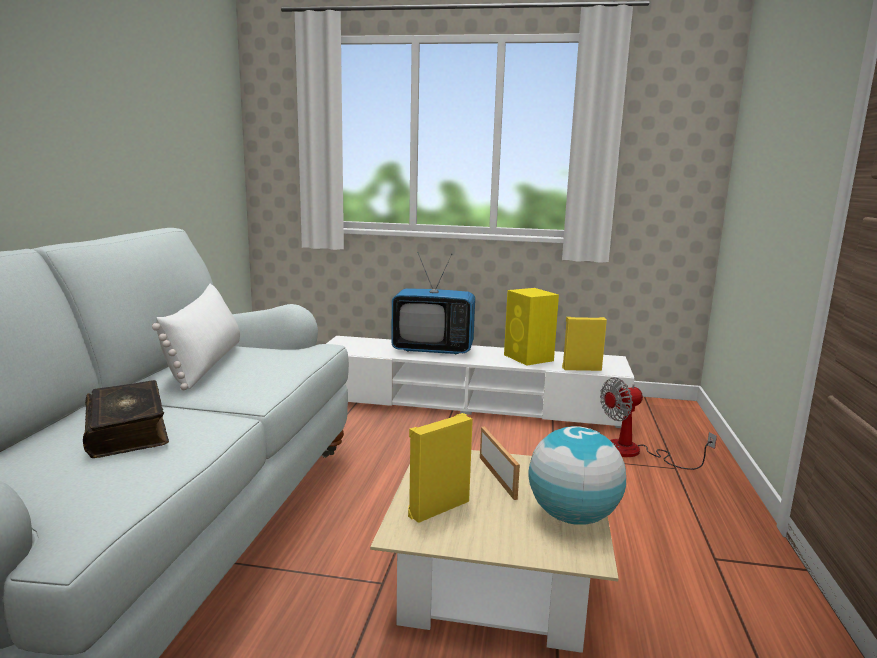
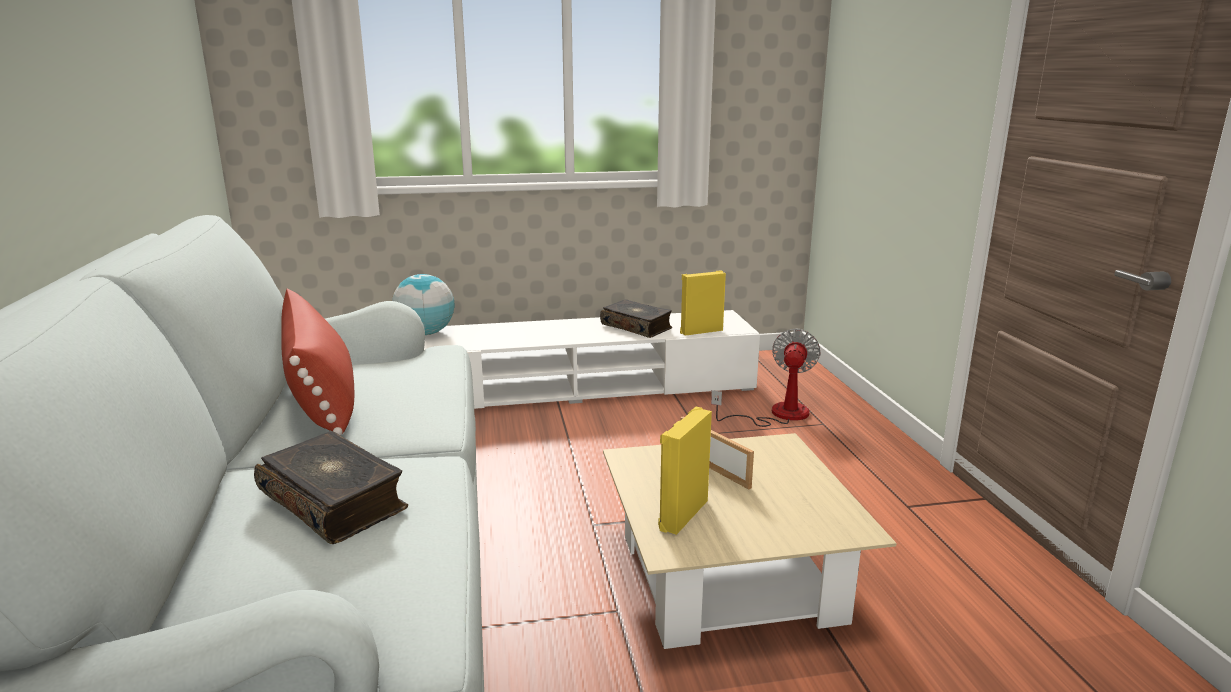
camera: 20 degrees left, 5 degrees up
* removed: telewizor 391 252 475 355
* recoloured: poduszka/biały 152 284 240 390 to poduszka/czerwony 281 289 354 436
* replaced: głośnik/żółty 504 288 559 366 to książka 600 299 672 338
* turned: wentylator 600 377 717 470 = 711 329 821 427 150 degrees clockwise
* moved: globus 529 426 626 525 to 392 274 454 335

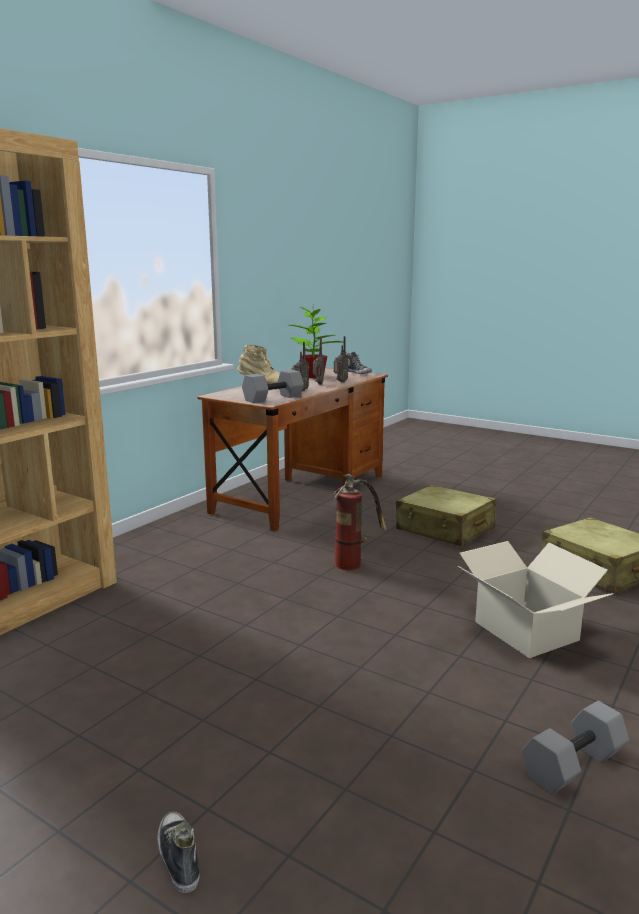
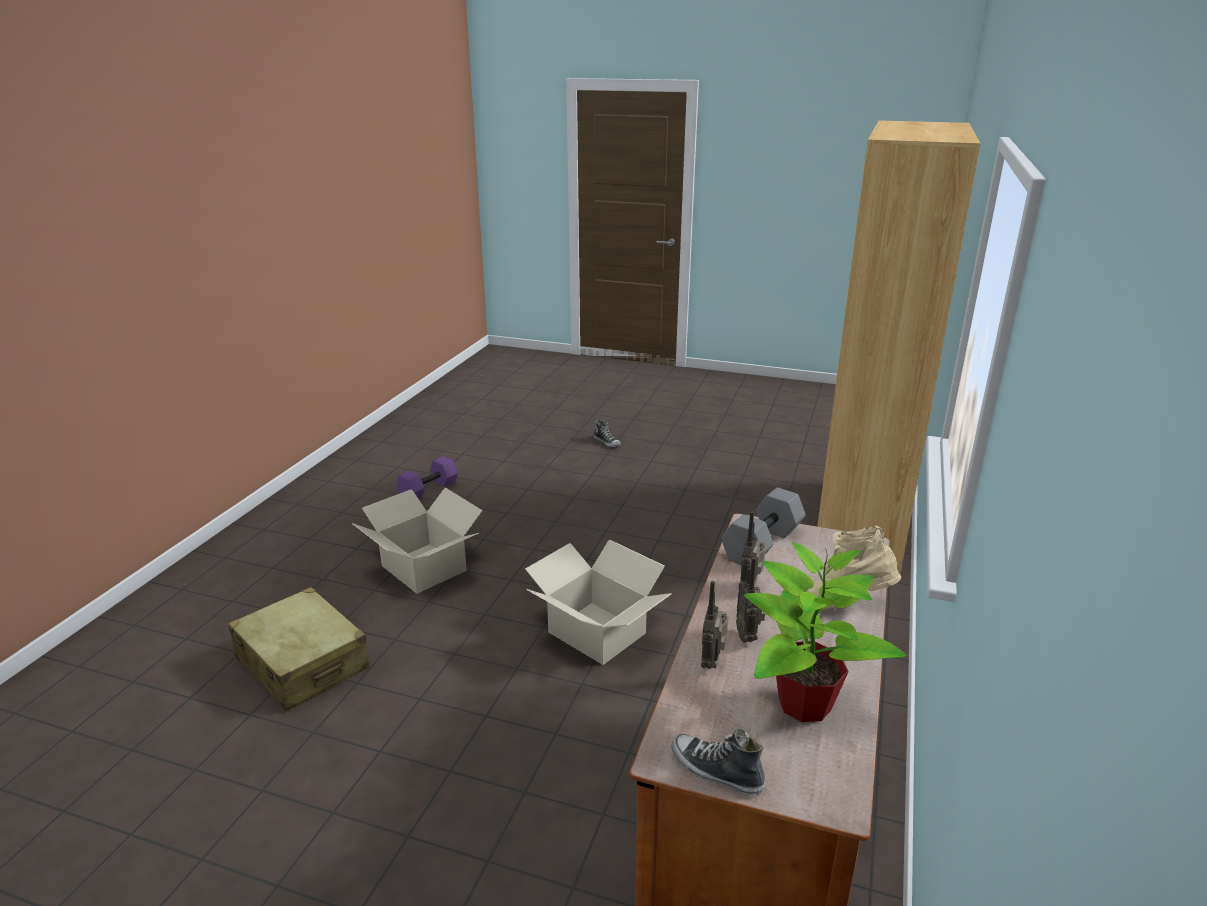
camera: 165 degrees right, 10 degrees up
* replaced: gaśnica 334 474 386 570 to karton 525 539 672 665
* removed: walizka/beżowy 396 485 496 546
* recoloured: hantel/szary 521 701 629 795 to hantel/fioletowy 396 456 458 499

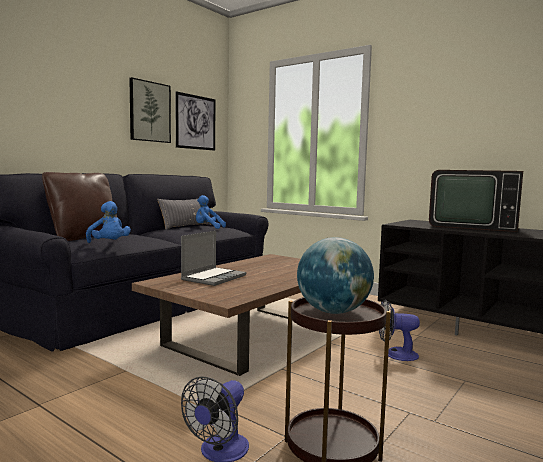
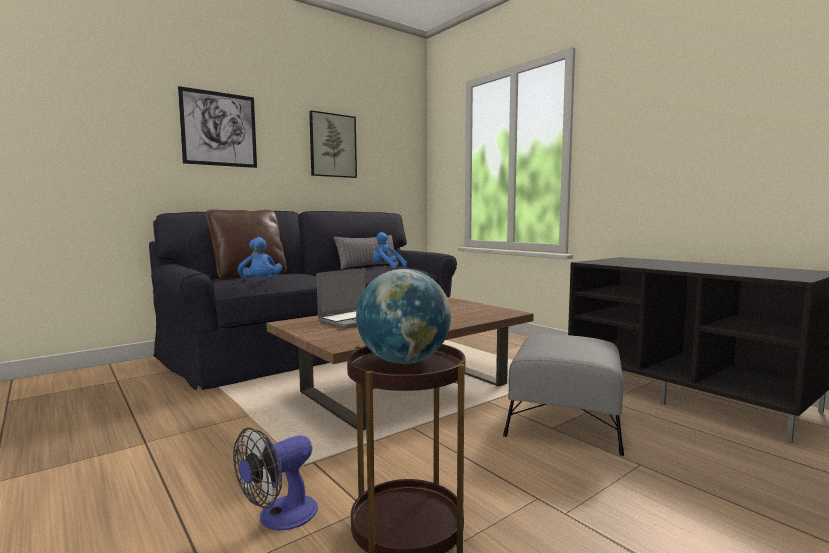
camera: 15 degrees right, 0 degrees up
* moved: obraz 176 91 216 151 to 178 86 257 168
* removed: telewizor 429 170 523 232
* replaced: wentylator 379 300 420 361 to pufa/szary 503 334 624 456

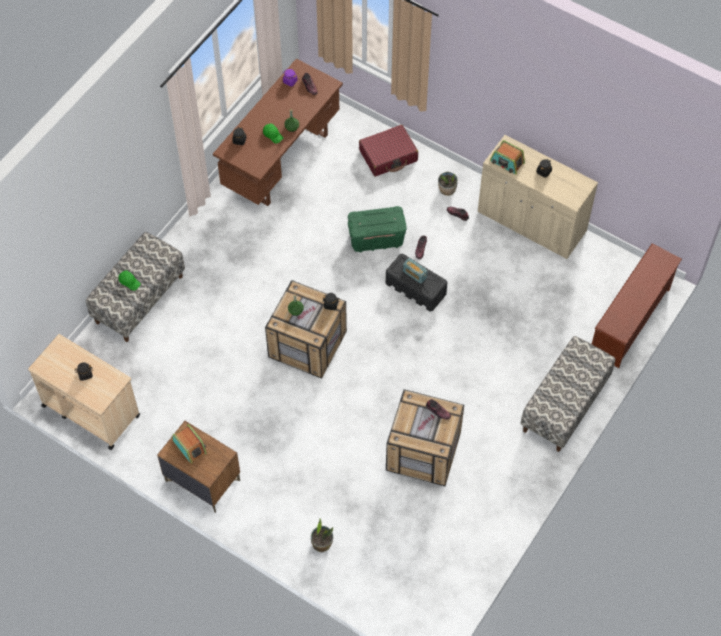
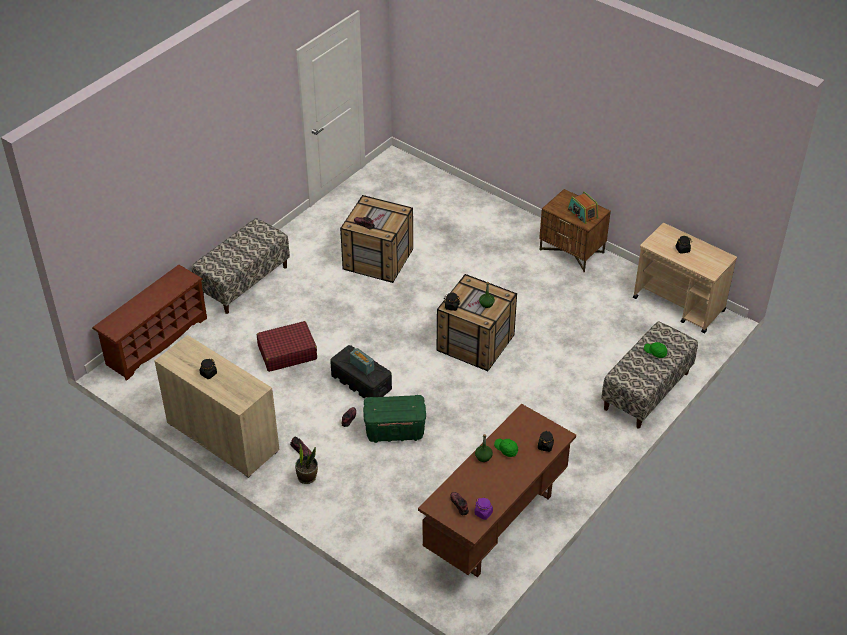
camera: 175 degrees left, 15 degrees down
* moved: walizka/czerwony 359 125 418 177 to 257 321 317 372
* removed: radio 490 140 525 174
* removed: roślina doniczkowa 311 519 333 552

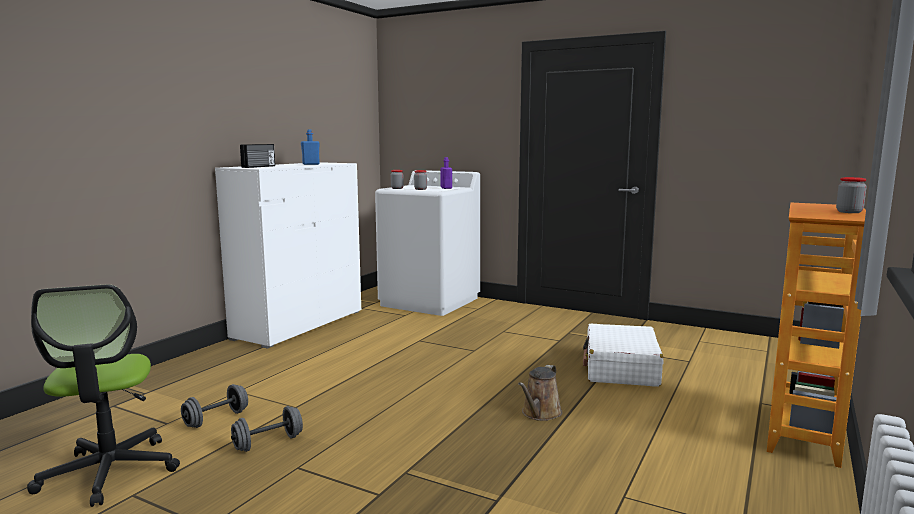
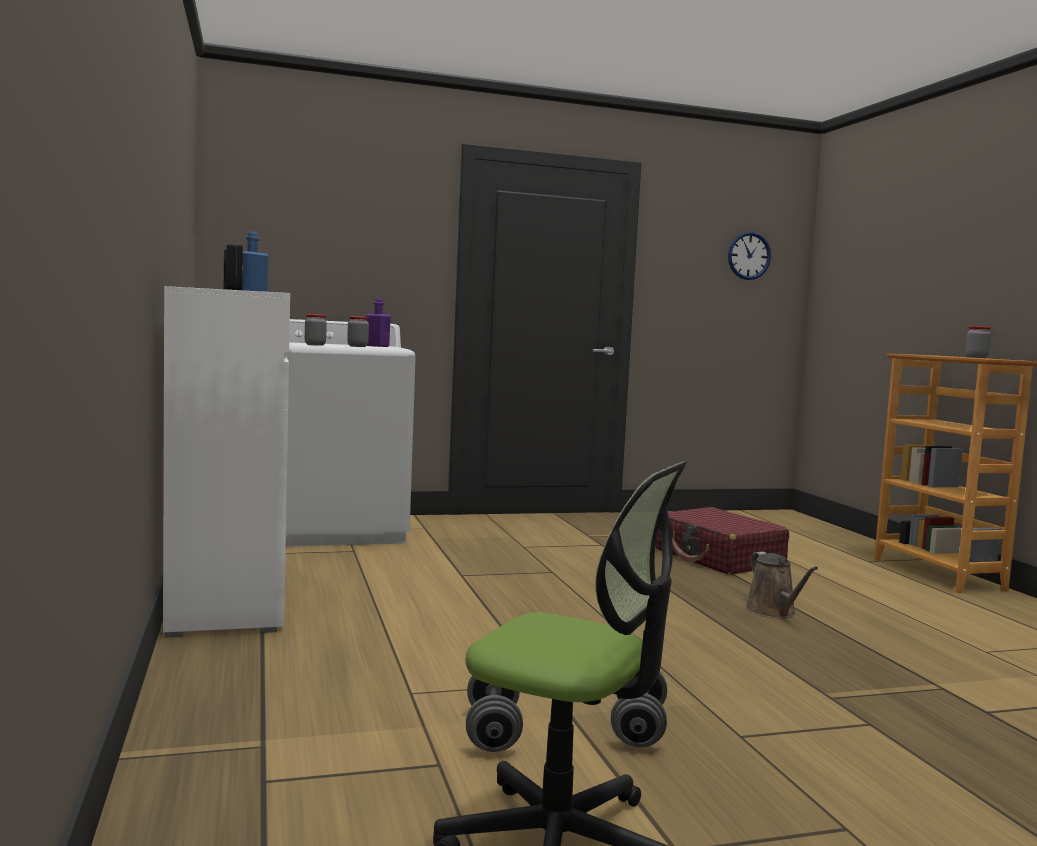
camera: 45 degrees left, 5 degrees down
* recoloured: walizka/biały 583 324 663 387 to walizka/czerwony 655 507 789 575
* added: zegar ścienny 728 232 771 280

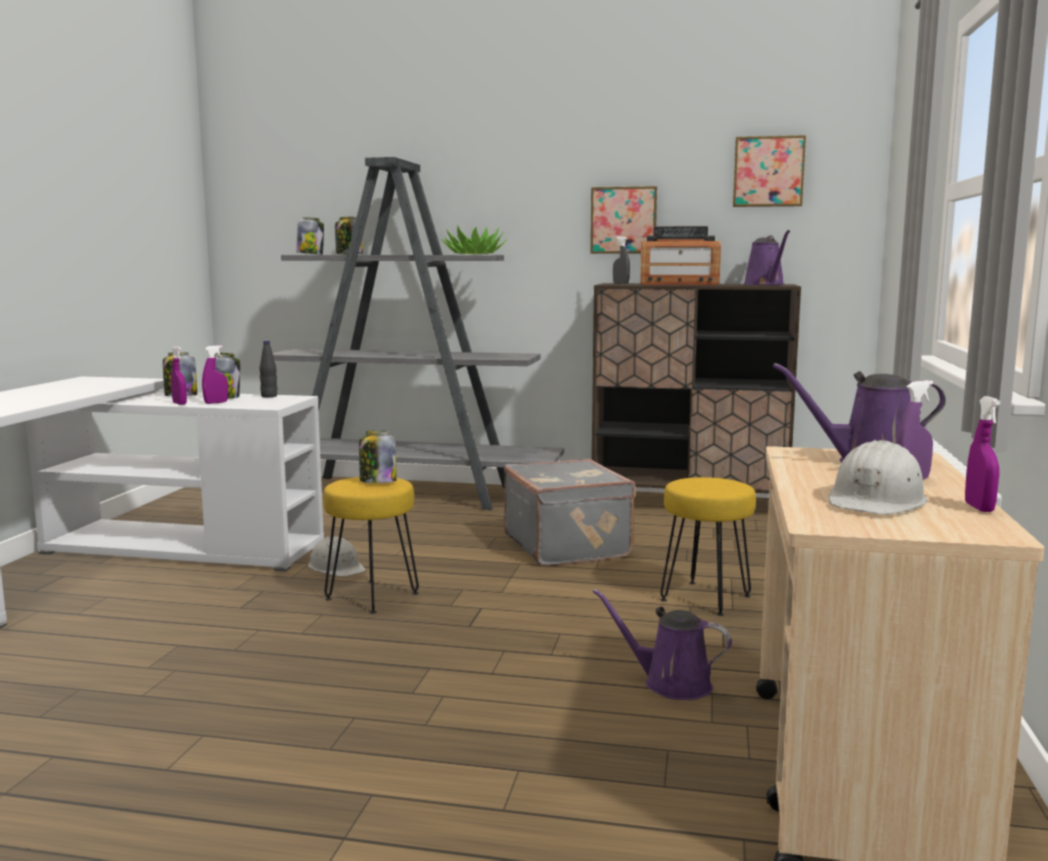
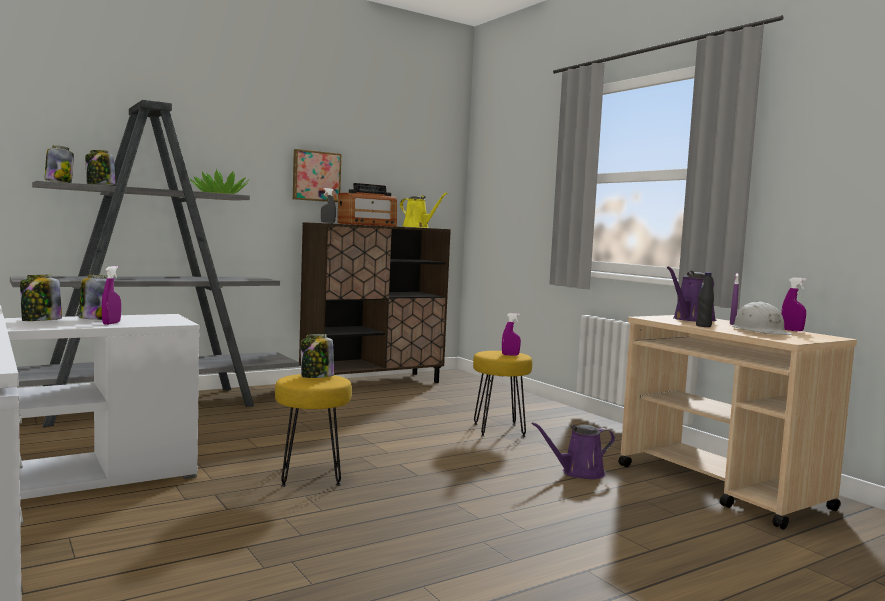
camera: 45 degrees left, 5 degrees down
* removed: obraz 733 135 806 207
* recoloured: konewka/fioletowy 744 230 790 285 to konewka/żółty 400 192 448 228
* moved: butelka/czarny 260 341 278 397 to 696 272 714 327
* moved: spryskiwacz/fioletowy 171 346 187 405 to 502 313 521 356
* removed: walizka/szary 504 459 636 566
* removed: kask/biały 308 536 366 577

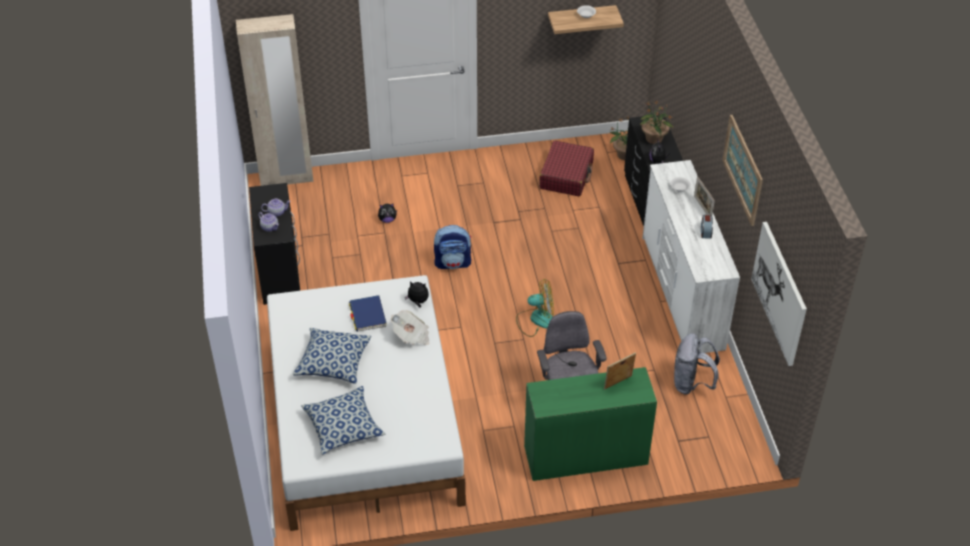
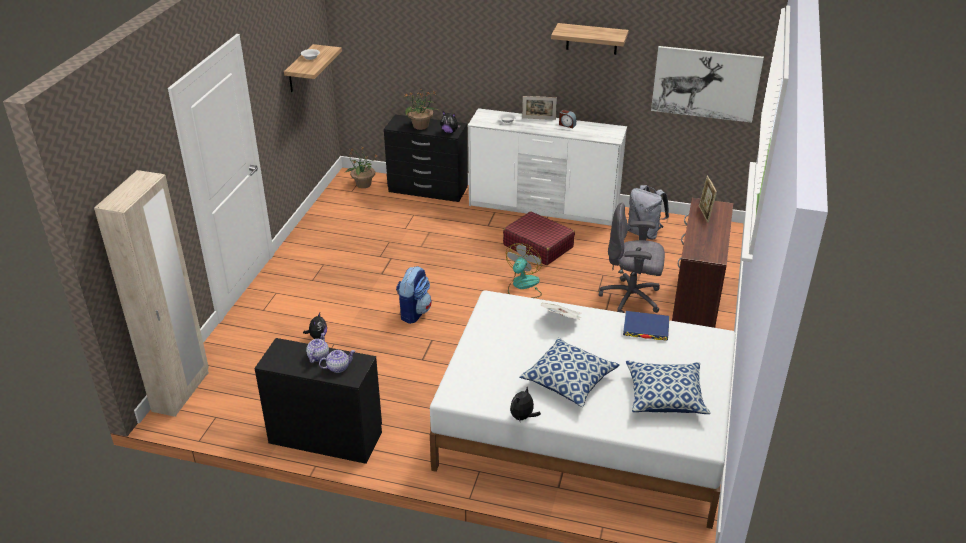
camera: 65 degrees left, 10 degrees down
* replaced: obraz 722 115 763 226 to półka 551 23 629 55
* moved: walizka/czerwony 539 140 594 196 to 503 211 575 265
* moved: pluszak 405 281 429 308 to 510 387 541 421
* moved: książka/niebieski 349 295 387 332 to 623 311 670 341
* recoloured: biurko/zielony 524 367 657 481 to biurko/brązowy 672 198 733 328

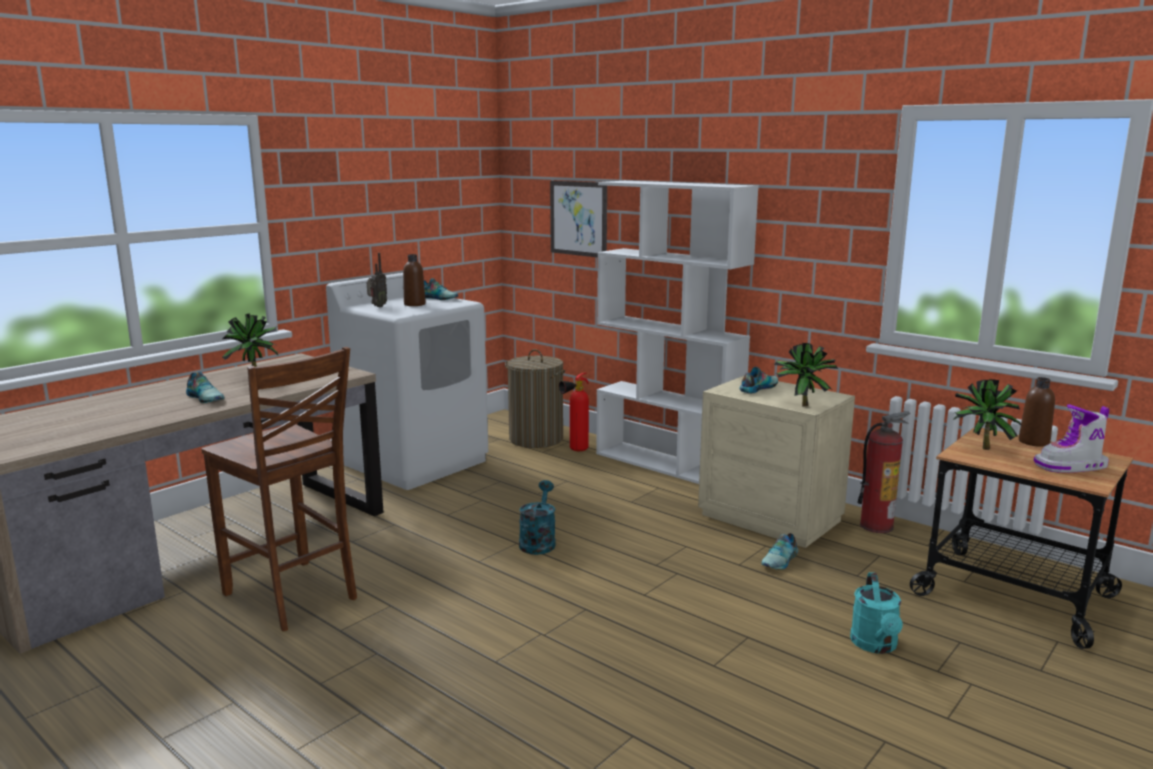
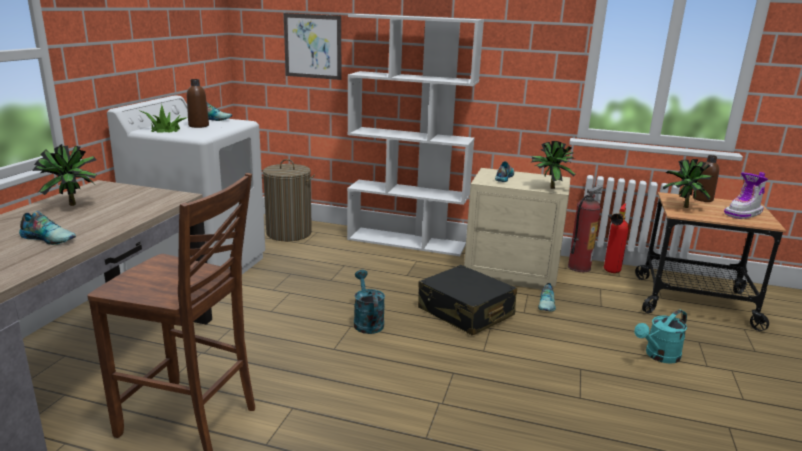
camera: 25 degrees left, 5 degrees up
* replaced: radio 367 253 387 307 to roślina doniczkowa 138 104 187 132
* moved: gaśnica 559 373 589 451 to 604 203 629 273
* turned: konewka/turkusowy 850 572 903 654 = 634 310 687 364 75 degrees clockwise
* added: walizka/czarny 418 265 517 336

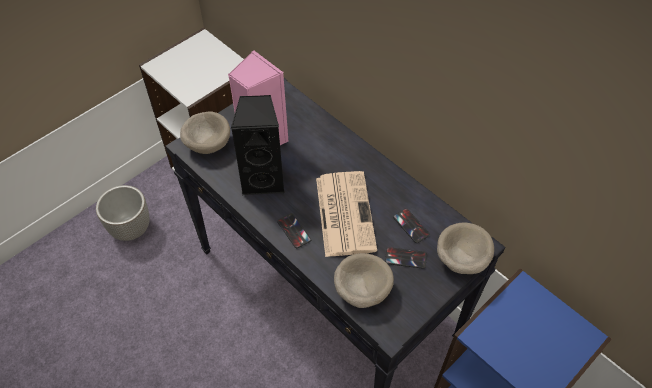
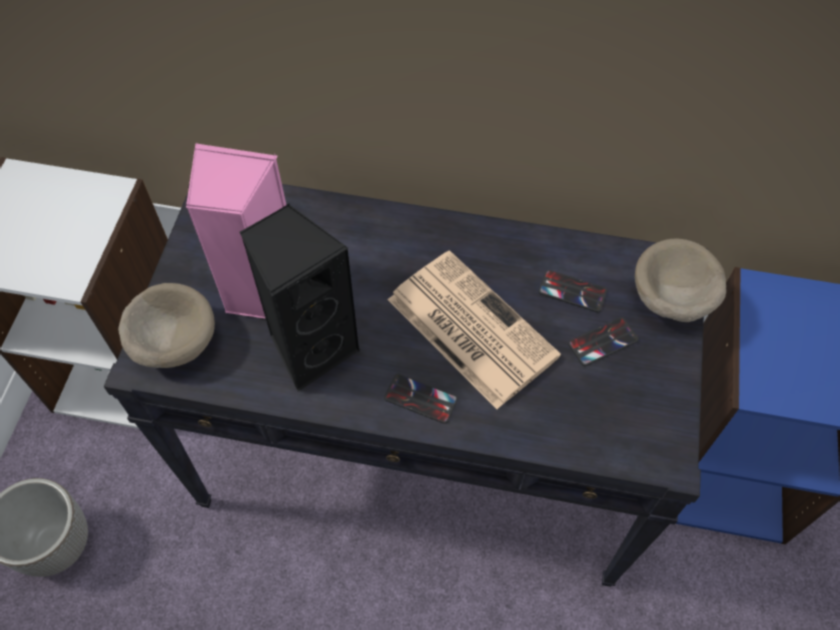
camera: 35 degrees left, 5 degrees up
* removed: miska/beżowy 334 253 394 308

